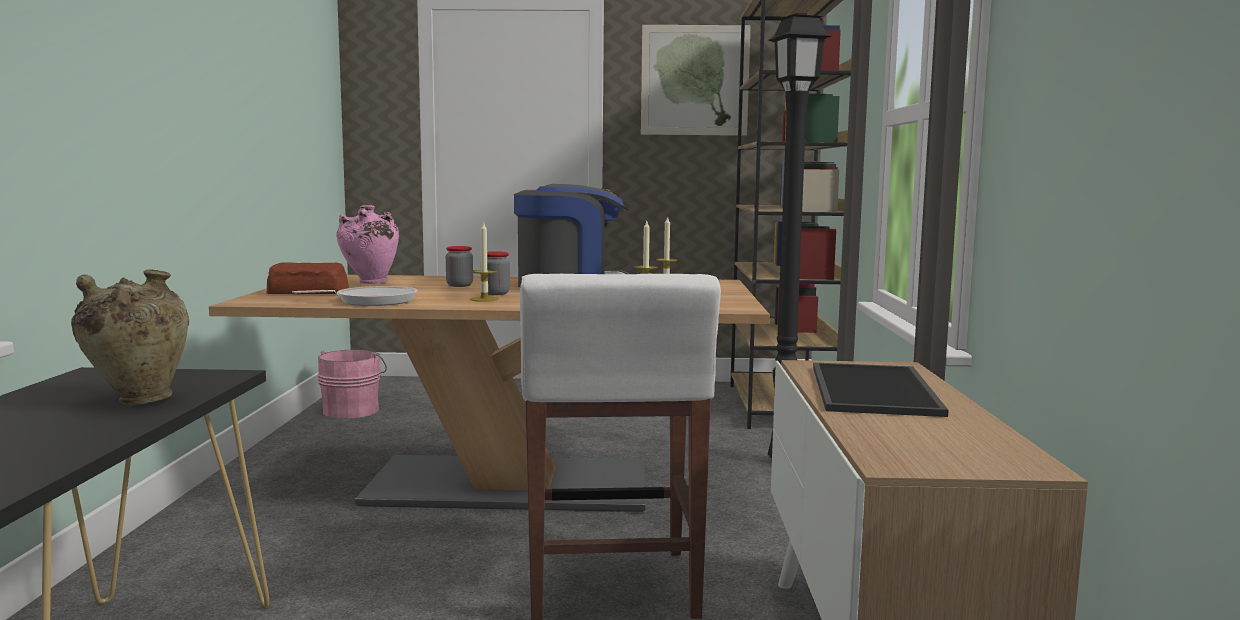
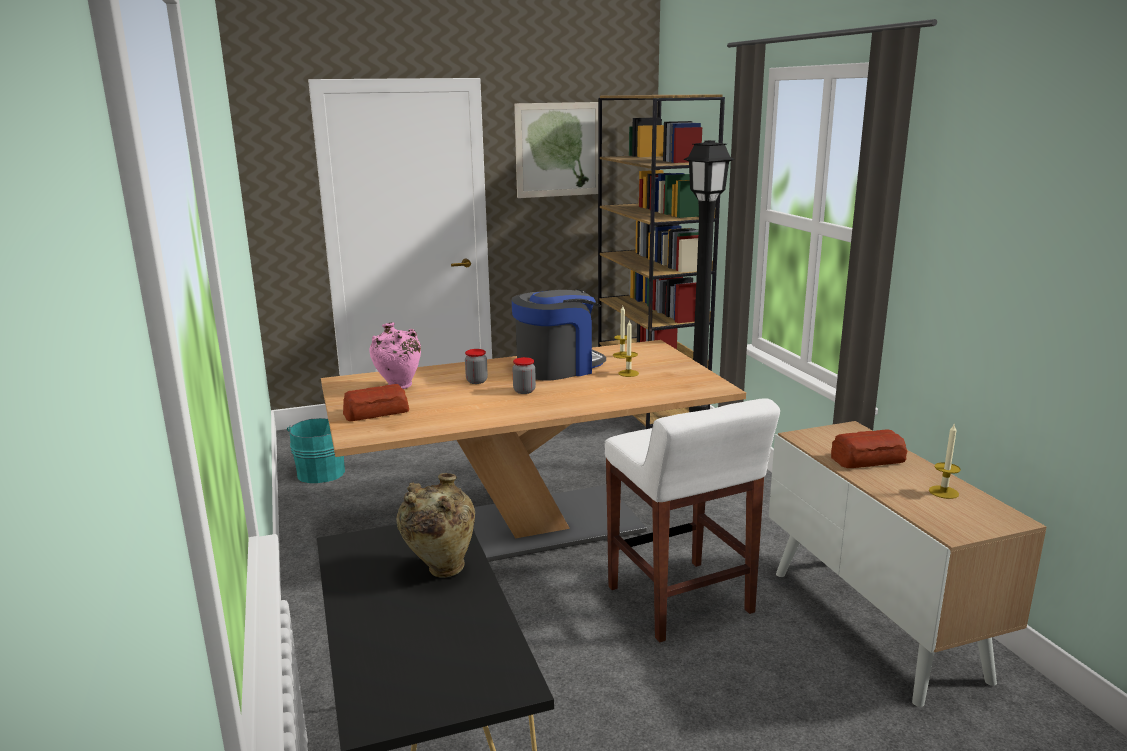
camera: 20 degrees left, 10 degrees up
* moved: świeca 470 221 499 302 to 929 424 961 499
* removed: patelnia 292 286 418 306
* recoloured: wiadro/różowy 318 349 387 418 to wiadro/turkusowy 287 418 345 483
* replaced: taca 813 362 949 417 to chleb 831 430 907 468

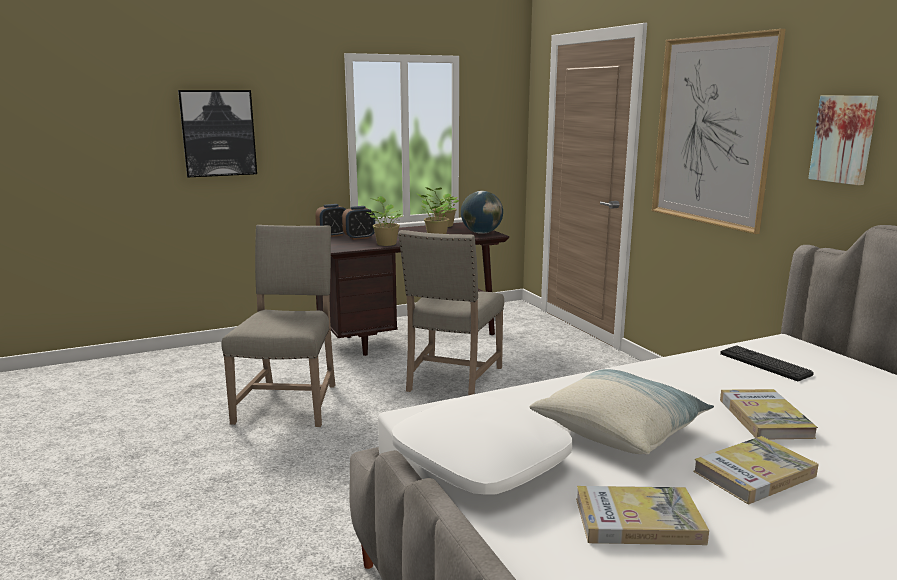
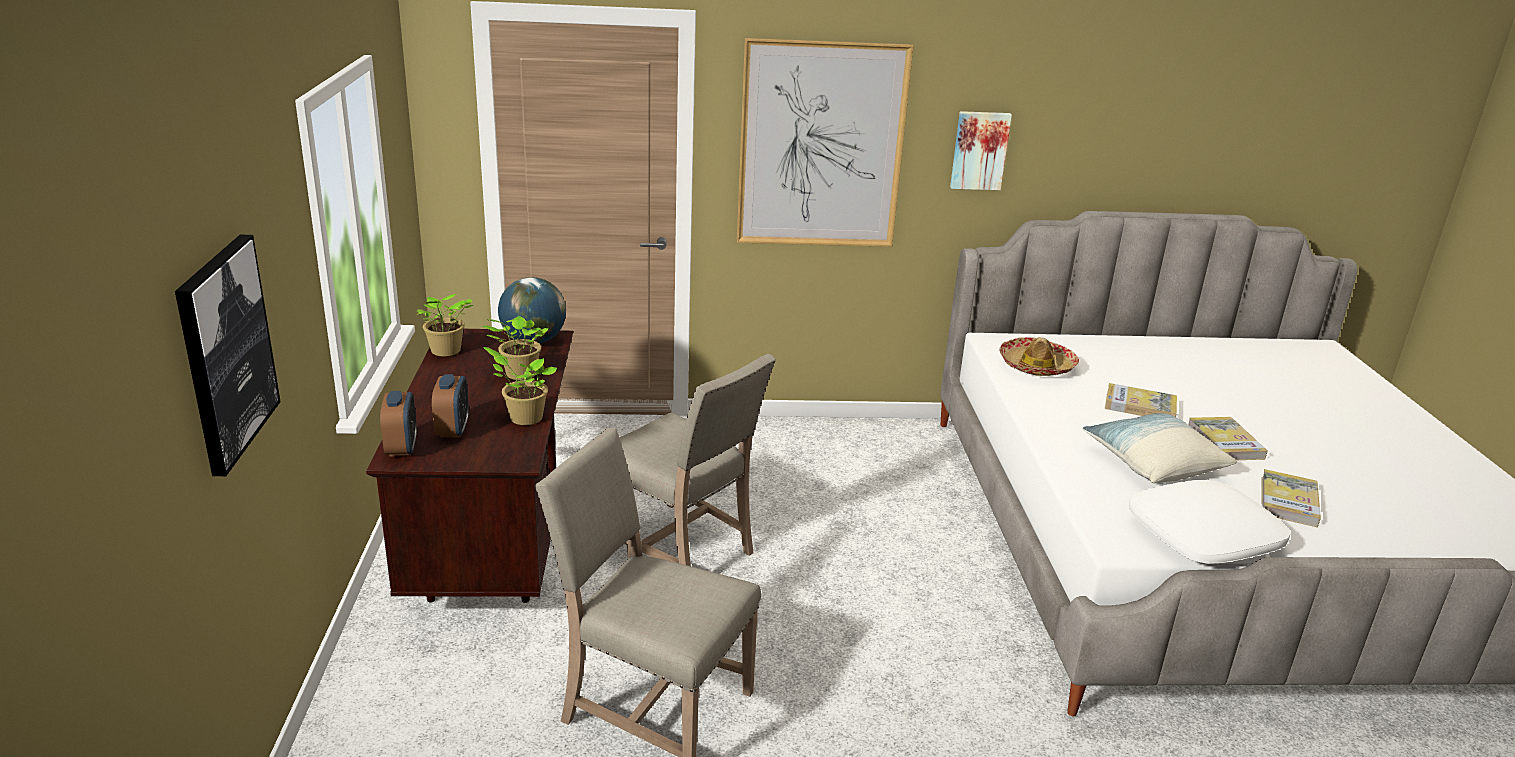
camera: 70 degrees left, 10 degrees up
* replaced: klawiatura 720 345 814 381 to kapelusz 999 337 1079 376

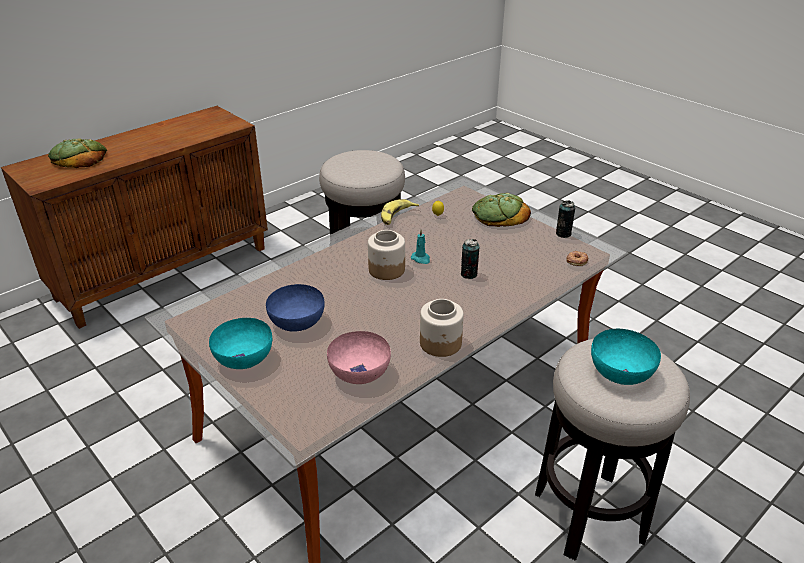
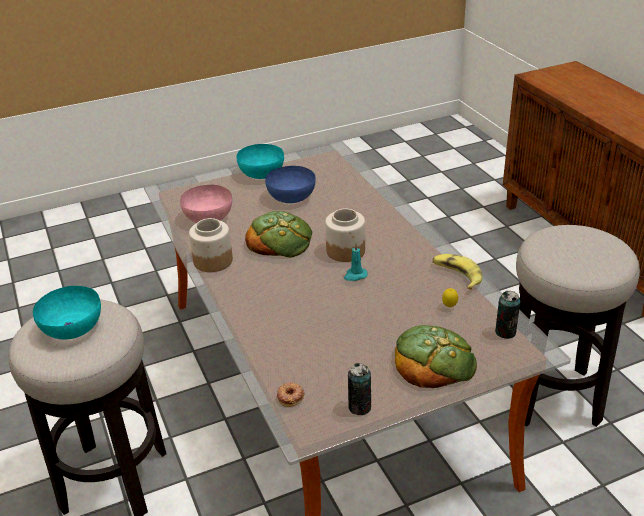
camera: 110 degrees right, 0 degrees up
* moved: chleb 48 138 107 168 to 245 211 312 258
* moved: puszka 460 239 480 279 to 495 291 520 339

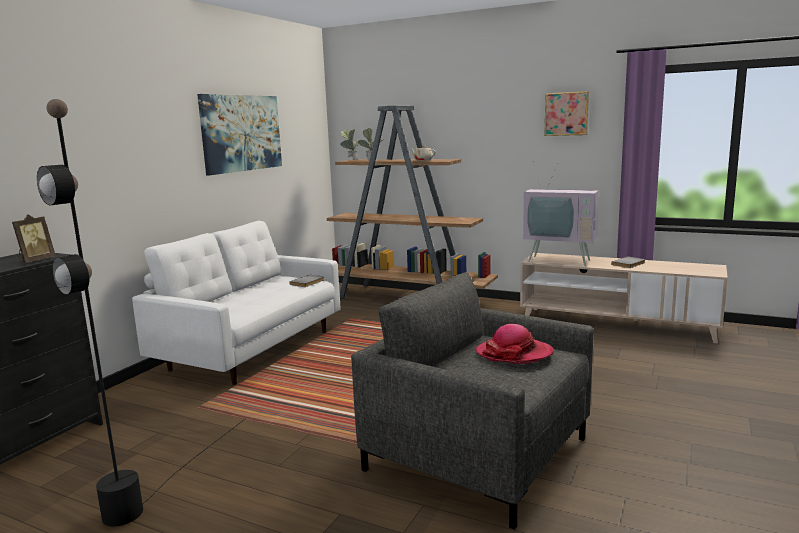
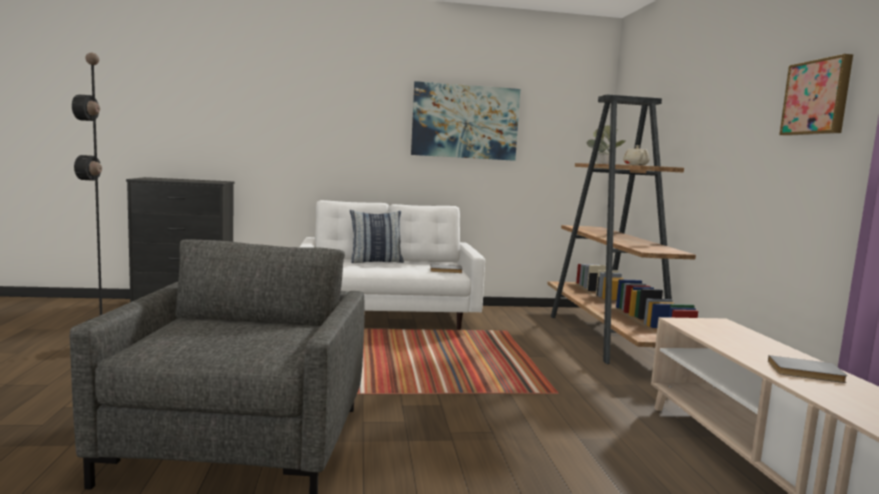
camera: 55 degrees right, 5 degrees down
* removed: telewizor 523 161 599 266
* removed: ramka na zdjęcie 12 214 56 263
* removed: kapelusz 475 324 554 364
* added: poduszka 350 210 404 263

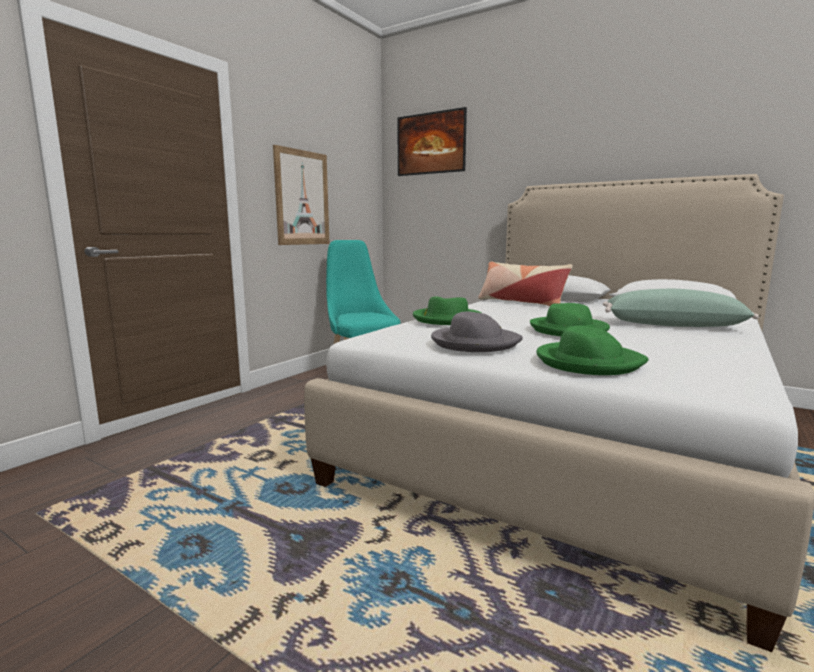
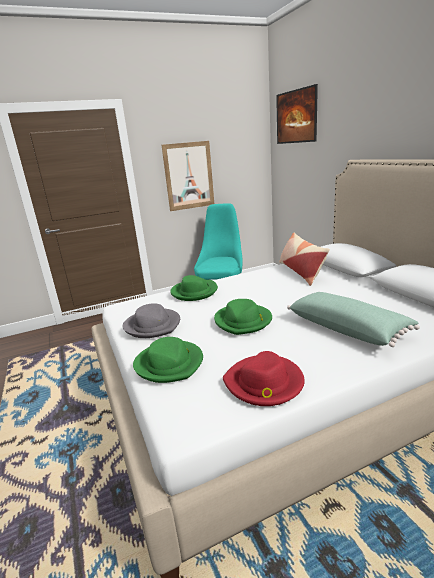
camera: 35 degrees right, 10 degrees up
* added: kapelusz/czerwony 223 351 305 406

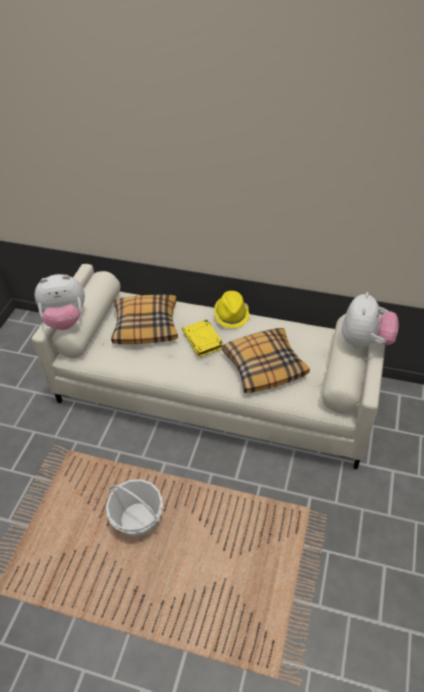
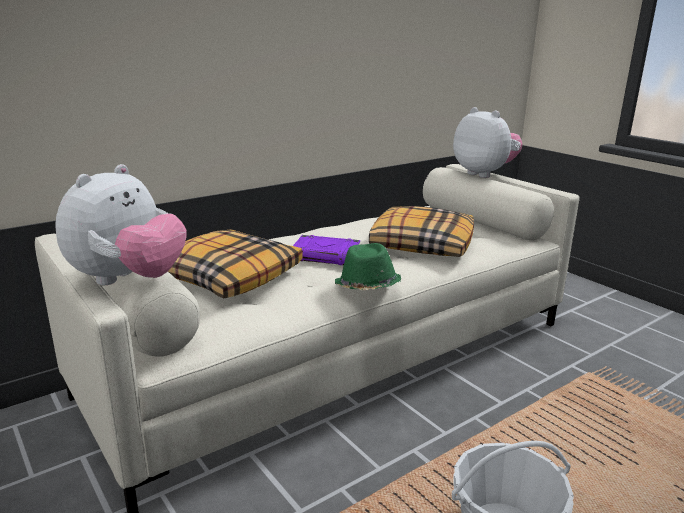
camera: 55 degrees left, 25 degrees down
* removed: kapelusz/żółty 214 291 250 328
* recoloured: książka/żółty 182 319 223 357 to książka/fioletowy 293 235 360 265
* added: kapelusz/zielony 335 243 401 290

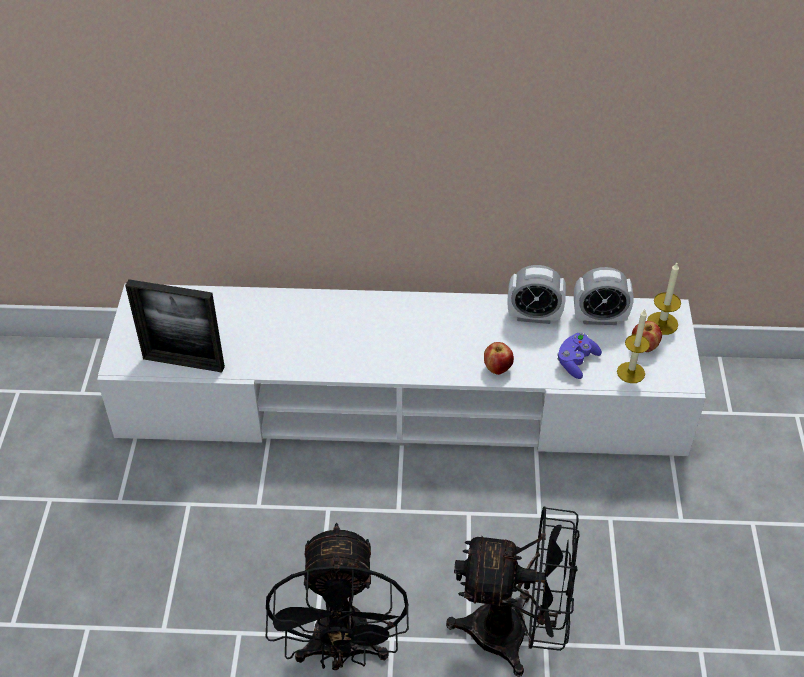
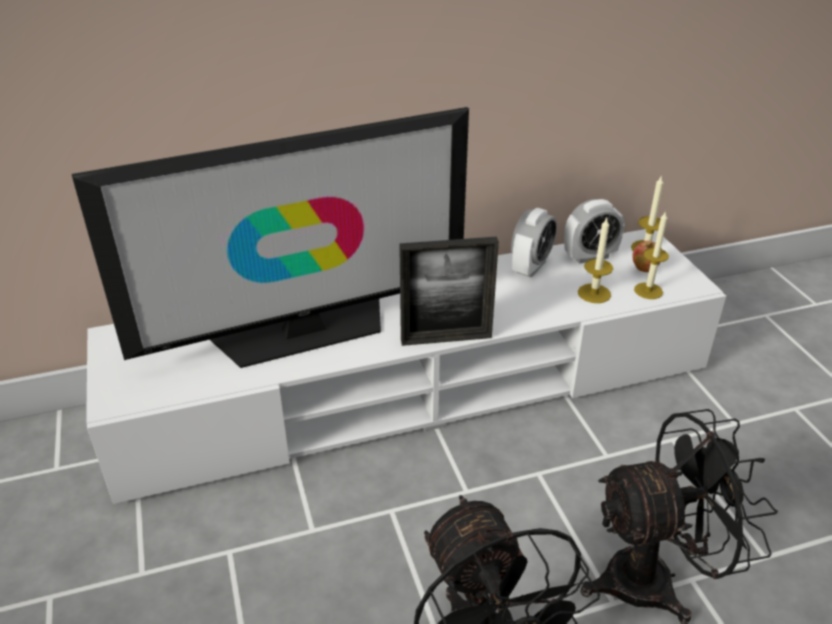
camera: 20 degrees left, 10 degrees down
* turned: budzik 507 265 566 324 = 511 208 557 278 45 degrees counterclockwise
* moved: ramka na zdjęcie 125 279 225 372 to 399 236 499 346
* replaced: pad do gier/fioletowy 557 333 602 379 to świeca 578 218 613 303
* removed: jabłko 484 342 514 375
* added: telewizor 72 107 469 368

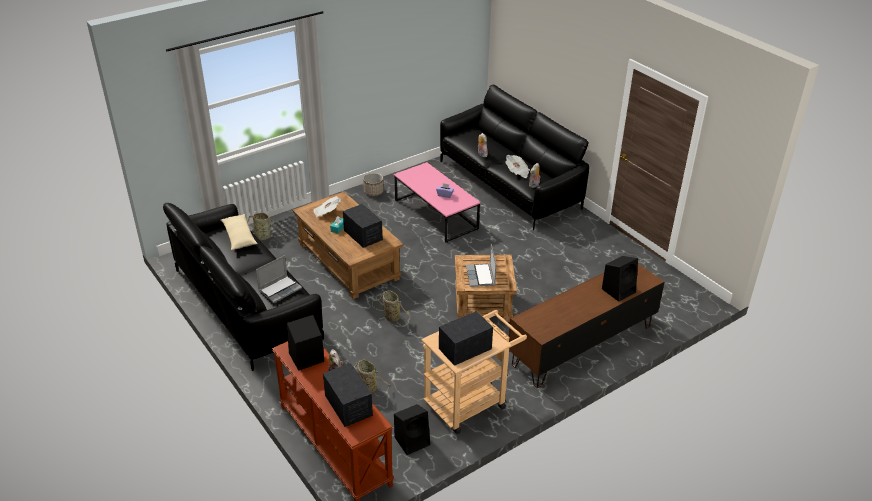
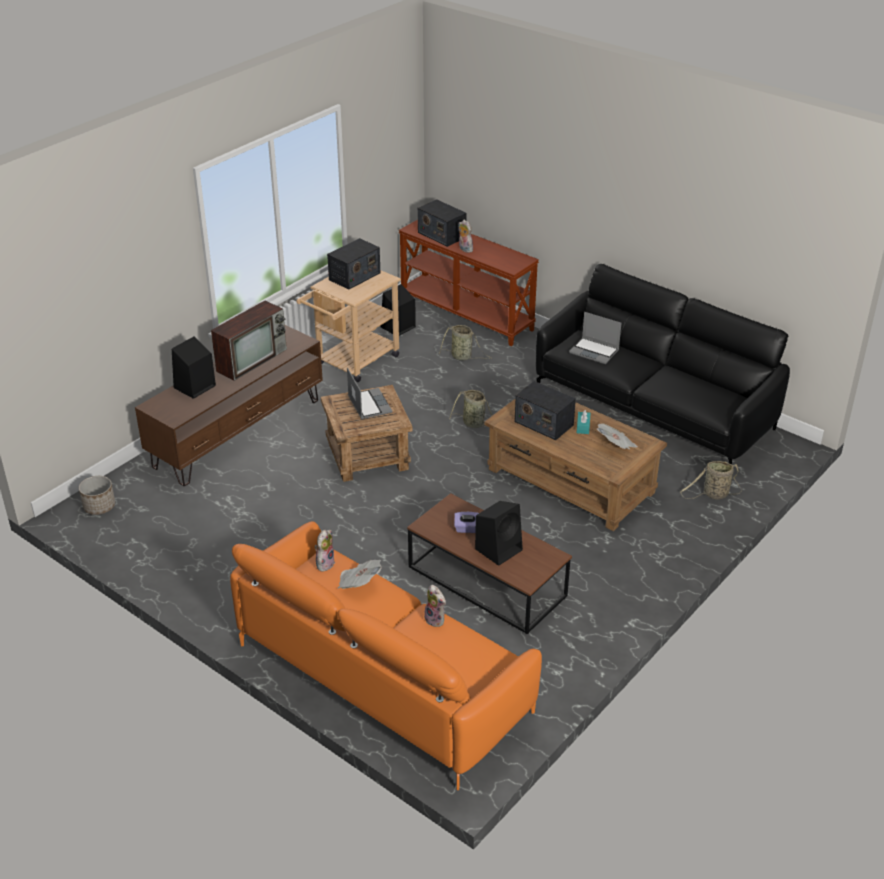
camera: 165 degrees right, 0 degrees up
* recoloured: kanapa/czarny 440 85 589 230 to kanapa/pomarańczowy 230 521 542 790
* recoloured: ława/różowy 394 162 480 243 to ława/brązowy 407 493 572 634
* moved: donica 363 173 384 196 to 79 476 115 515
* removed: poduszka/beżowy 220 214 258 250
* turned: laptop 256 255 302 303 = 569 312 622 364 90 degrees counterclockwise
* moved: głośnik/czarny 287 315 324 370 to 475 501 523 566
* added: telewizor 211 301 287 381

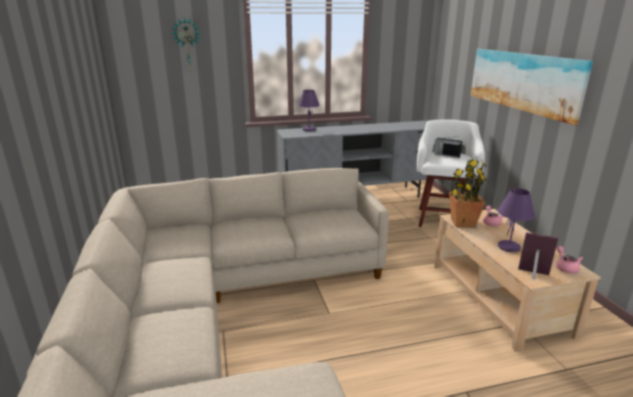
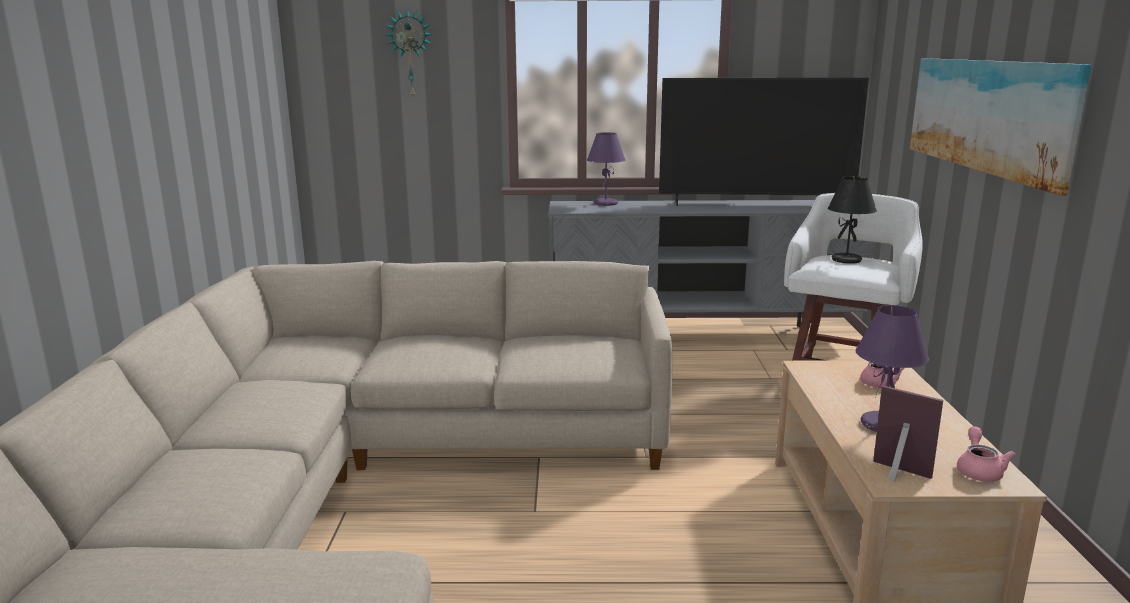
camera: 15 degrees right, 5 degrees down
* replaced: radio 435 136 462 158 to lampa stołowa/czarny 828 176 877 264
* removed: roślina doniczkowa 449 160 487 228
* added: telewizor 659 78 869 206

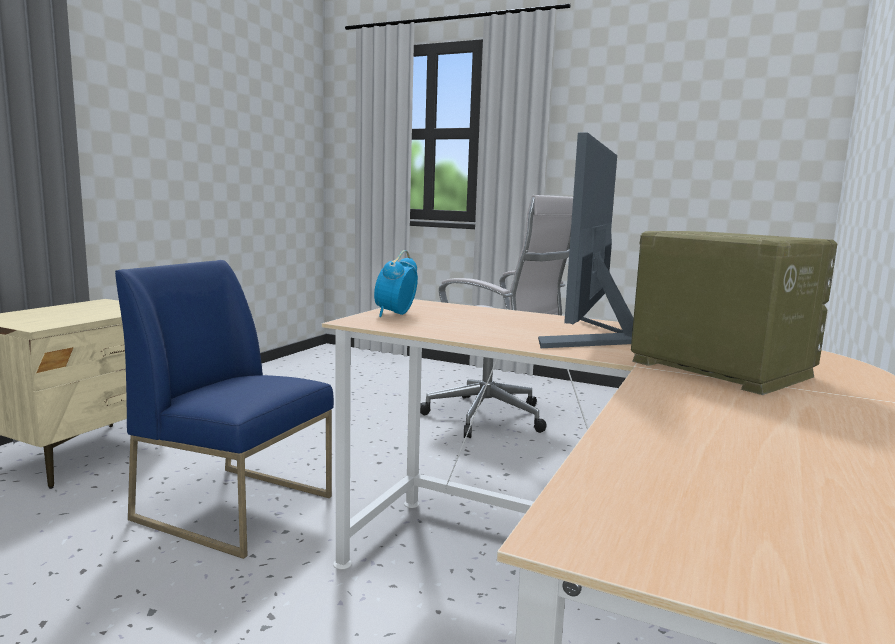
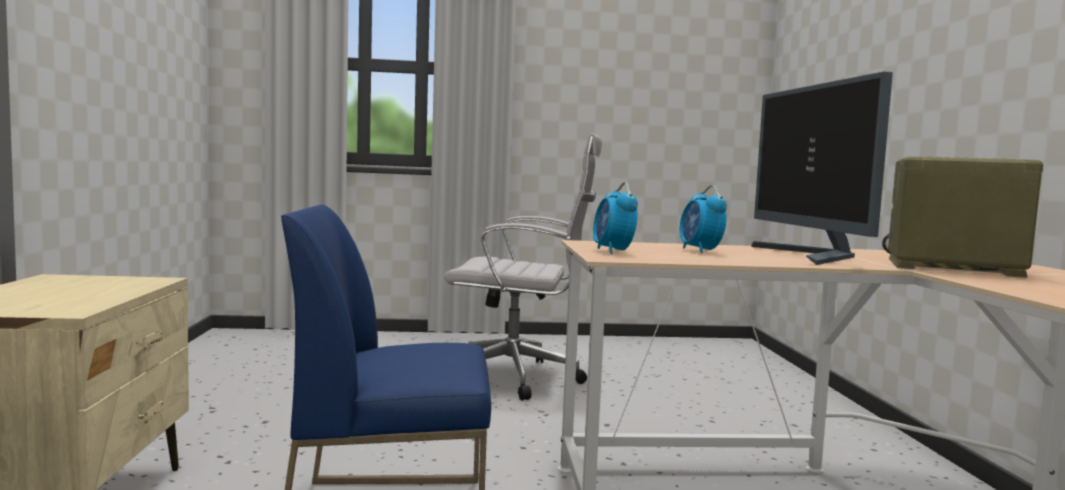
camera: 30 degrees left, 5 degrees down
* added: budzik 680 185 727 253

